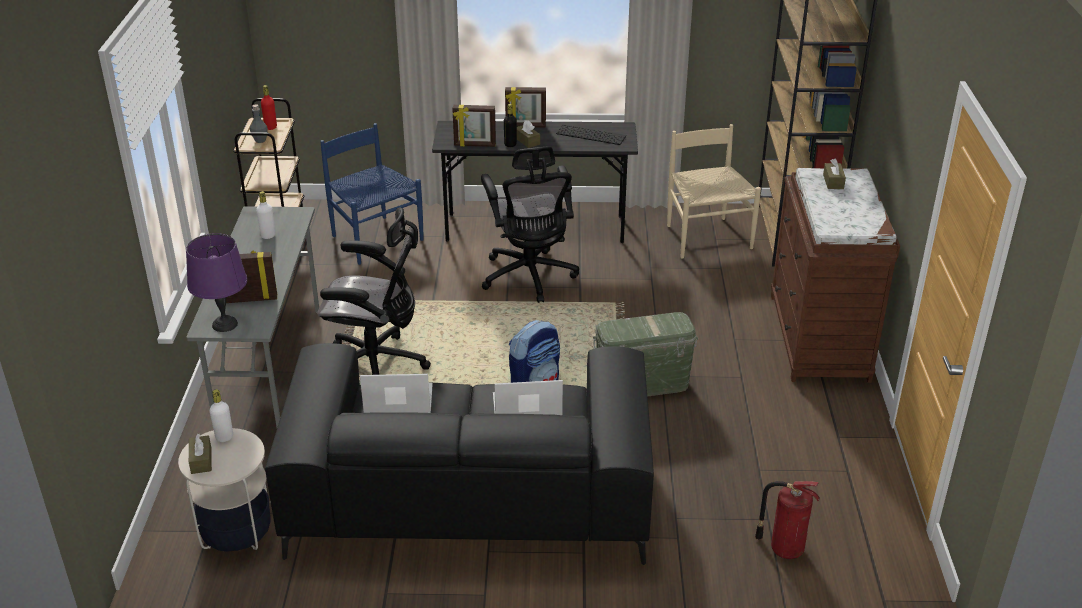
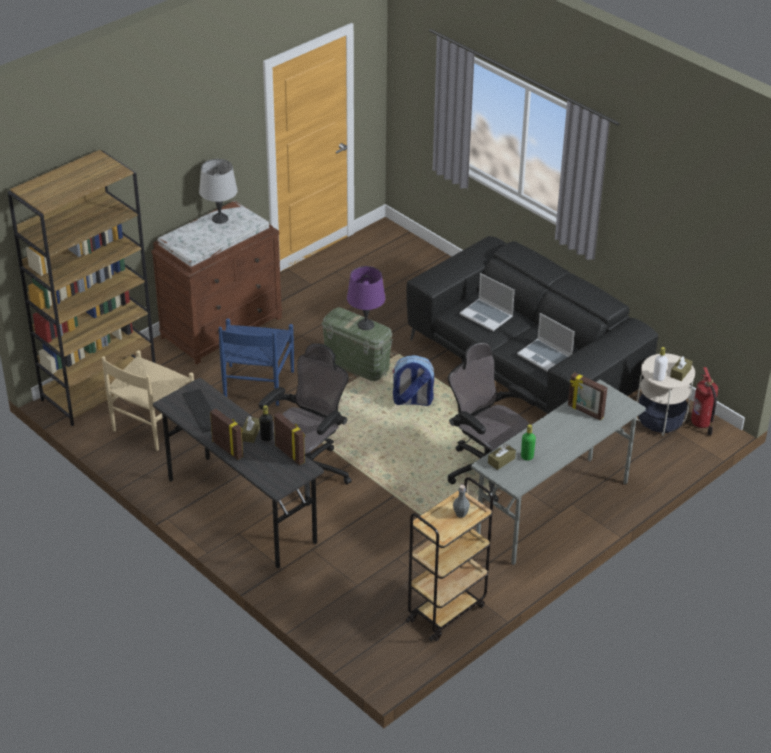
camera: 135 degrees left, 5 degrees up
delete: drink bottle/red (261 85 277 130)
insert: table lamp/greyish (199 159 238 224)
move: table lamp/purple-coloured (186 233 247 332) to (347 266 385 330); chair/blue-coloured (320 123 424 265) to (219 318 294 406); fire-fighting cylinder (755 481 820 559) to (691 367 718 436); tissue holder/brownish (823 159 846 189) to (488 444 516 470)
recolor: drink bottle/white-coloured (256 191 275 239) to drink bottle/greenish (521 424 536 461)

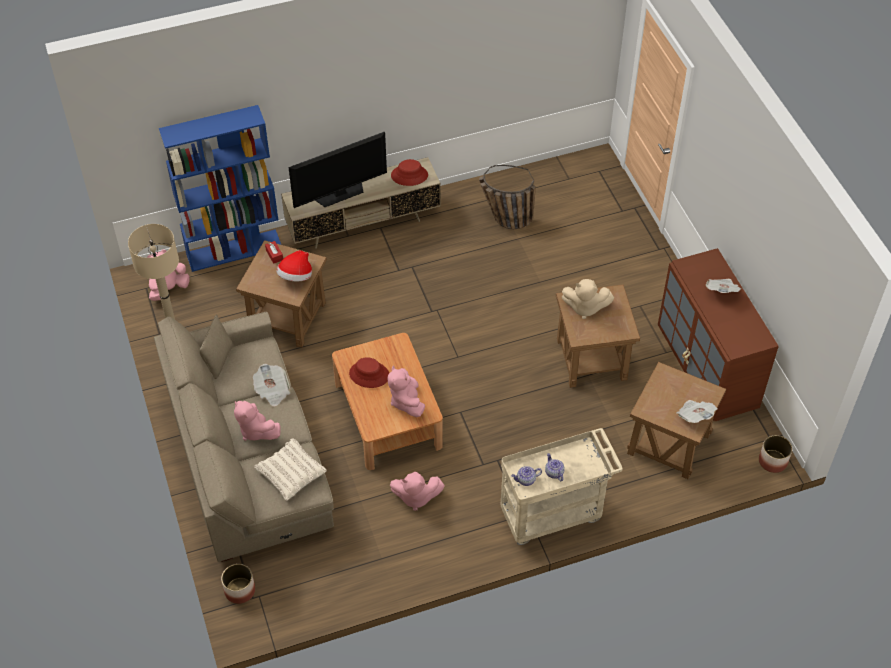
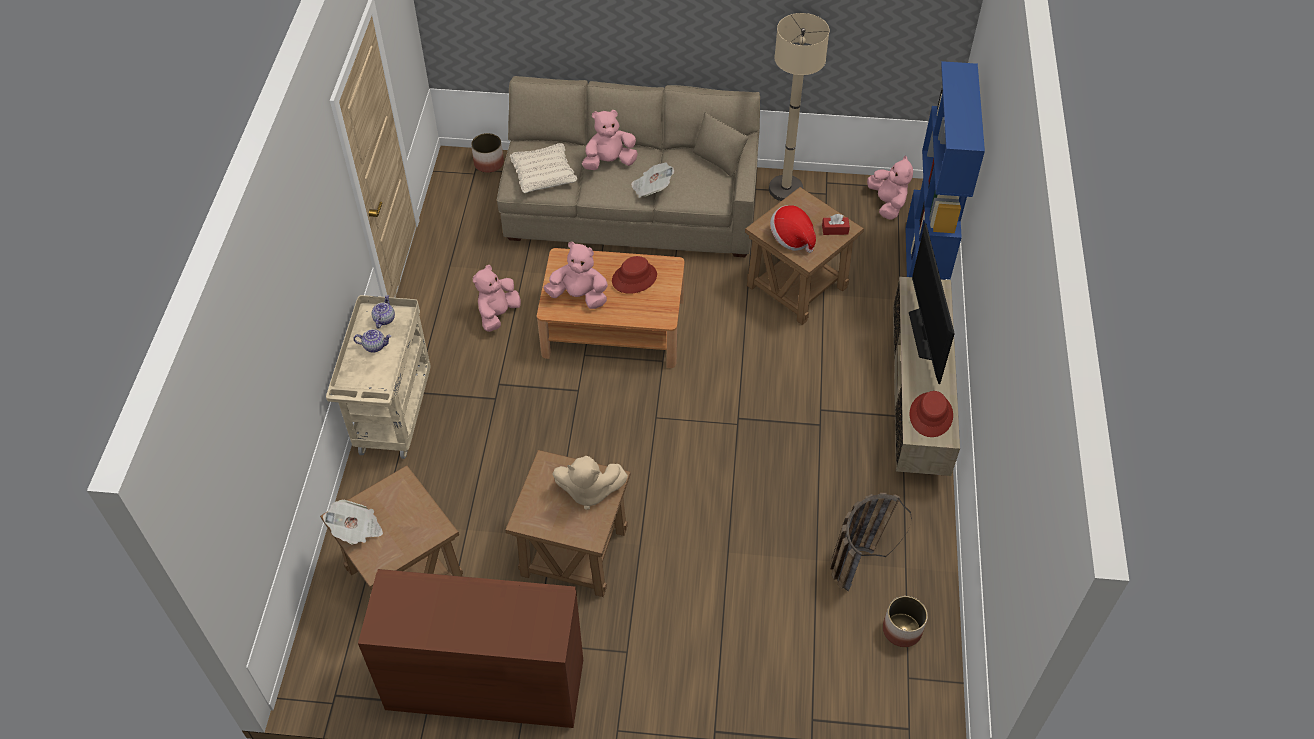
camera: 115 degrees right, 0 degrees up
delete: daily paper (705 279 741 293)
move: flower pot (759 435 792 473) to (883 596 928 647)
rotate: plush toy/sand-coloured (562 279 614 319) = (552 456 628 510) 120 degrees counterclockwise

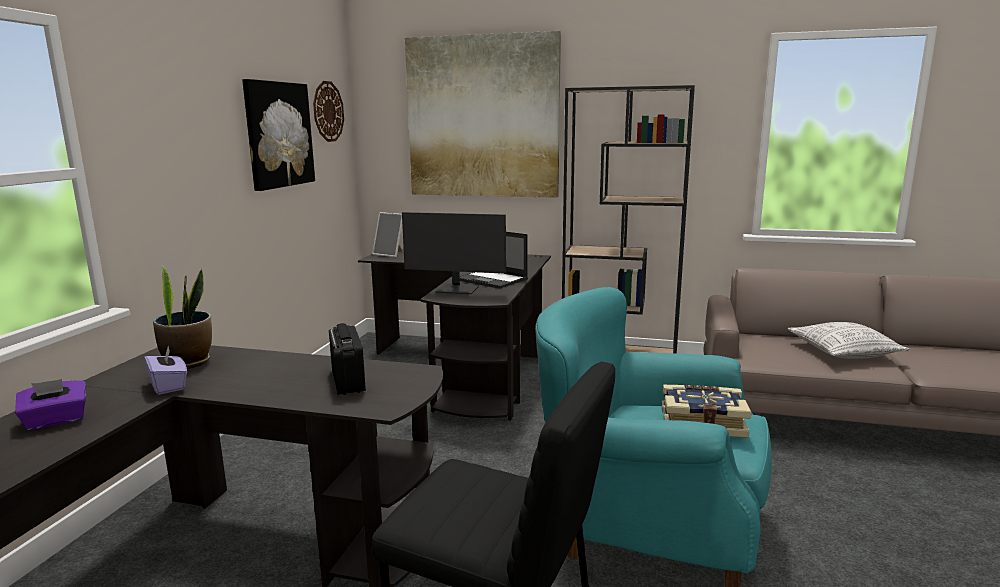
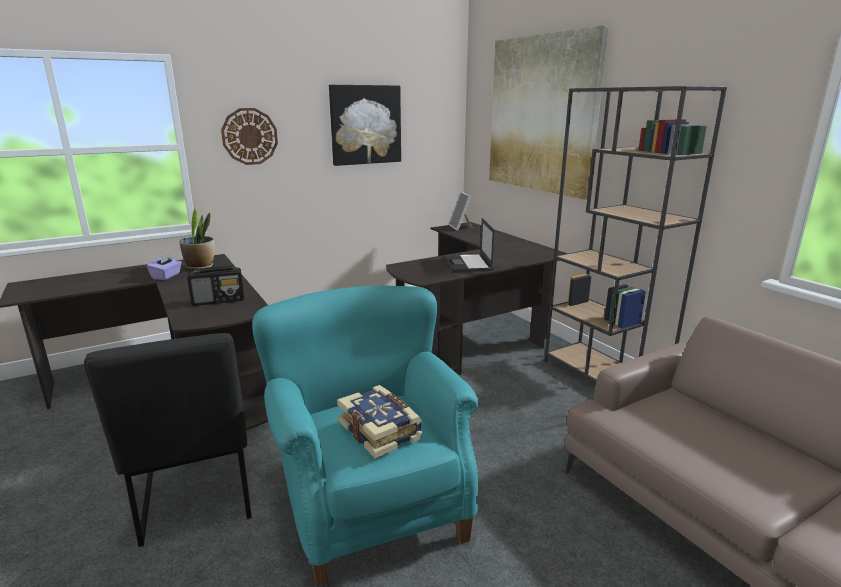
camera: 45 degrees right, 5 degrees up
delete: tissue holder/purple-coloured (15 379 86 430); computer display (402 212 506 294); cushion (788 322 910 359)
move: wall clock (313 81 344 142) to (221 108 278 165)
rotate: radio (329 323 366 395) = (187 266 244 306) 45 degrees clockwise

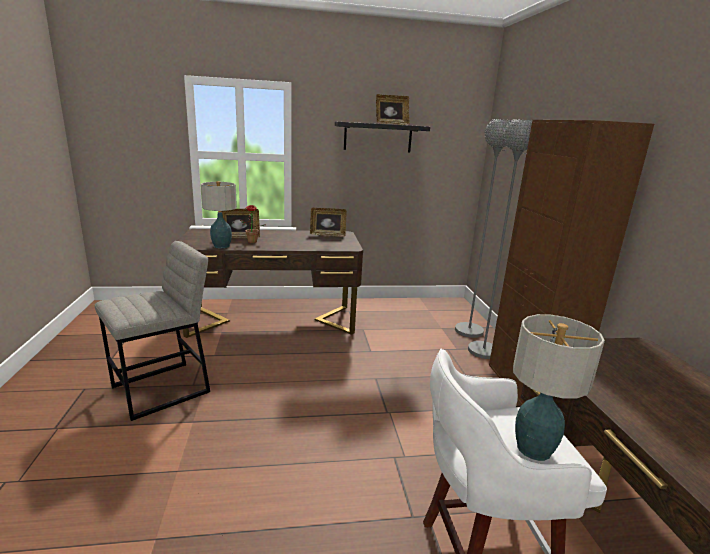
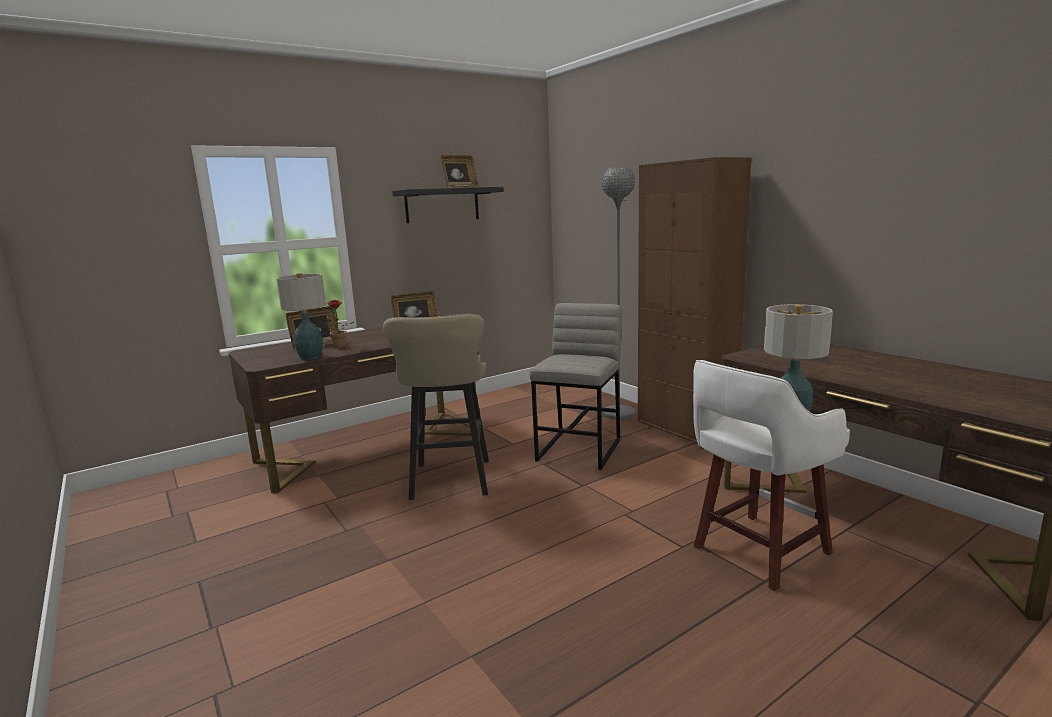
camera: 25 degrees left, 5 degrees down
delete: standing lamp/greyish (455 119 511 338)
insert: stool seat/sand-coloured (383 314 489 500)
move: chair/greyish (95 241 210 421) to (529 303 623 470)

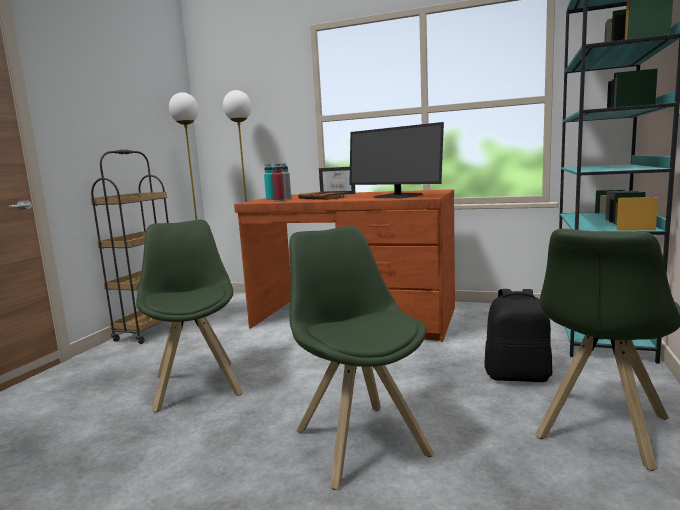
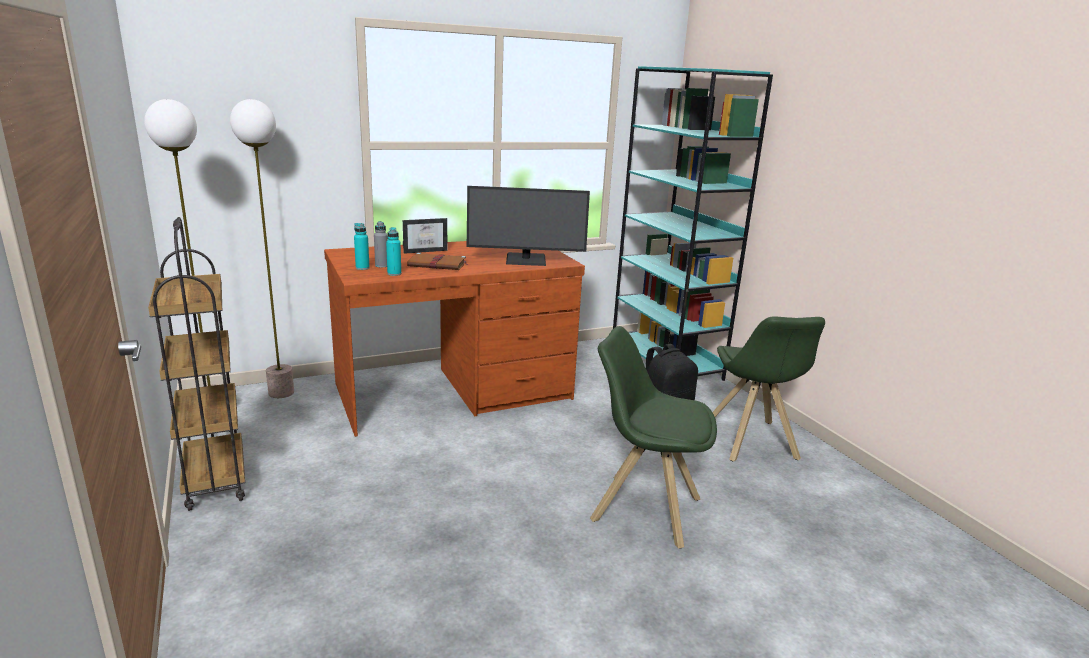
camera: 45 degrees left, 10 degrees up
delete: chair/greenish (136 220 243 412)
recolor: drink bottle/red (272 164 285 201) to drink bottle/turquoise (386 227 401 276)

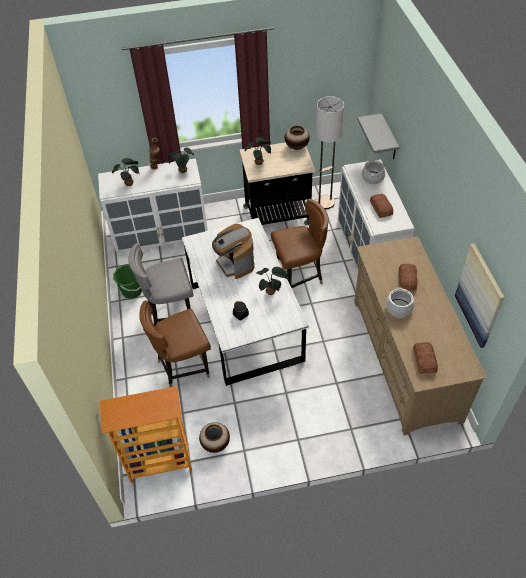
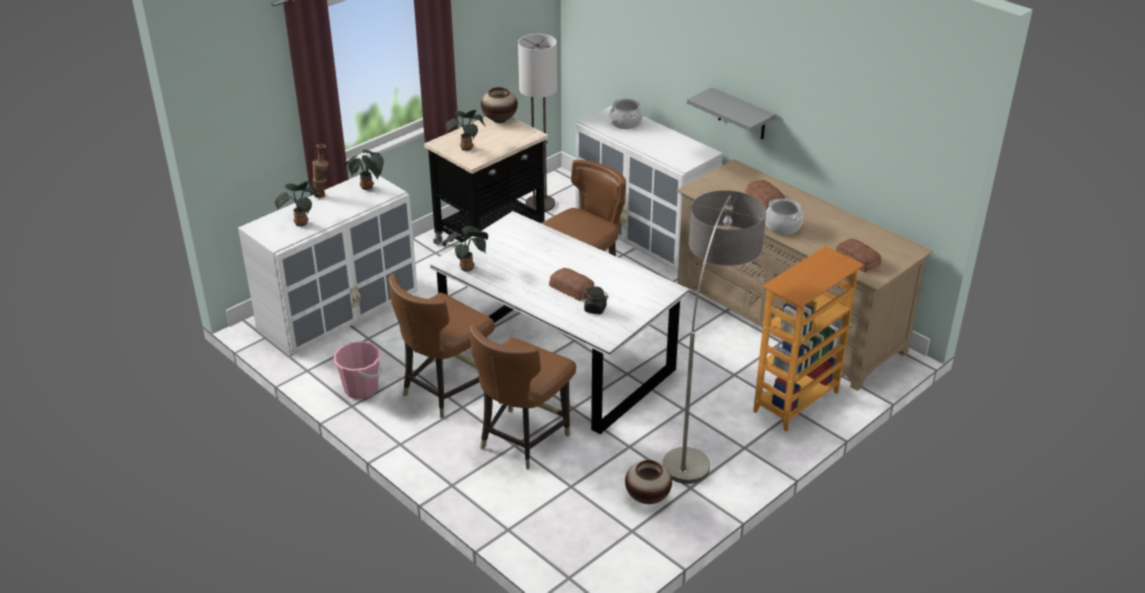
camera: 35 degrees left, 15 degrees down
delete: coffee brewer (212 224 254 279); wall art (455 244 505 348)
insert: standing lamp (663 190 766 484)
move: bookcase (100 386 192 483) to (753 246 864 432); plant in a pot (257 267 289 295) to (442 226 488 272); bracket shelf/greyish (357 114 399 159) to (687 87 776 139); bakery bread (370 194 394 218) to (549 268 595 301)
recolor: pail/greenish (113 264 142 299) to pail/pink (333 341 382 399); chair/greyish (128 243 193 326) to chair/brownish (389 274 495 418)

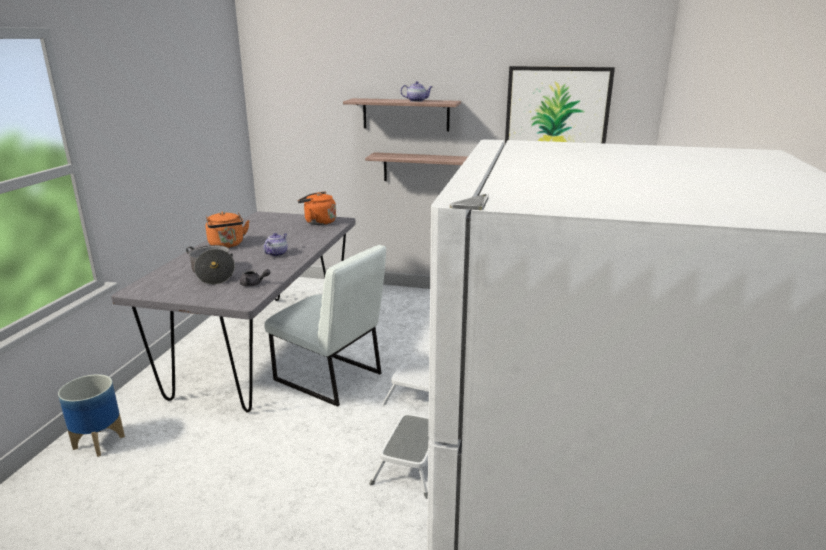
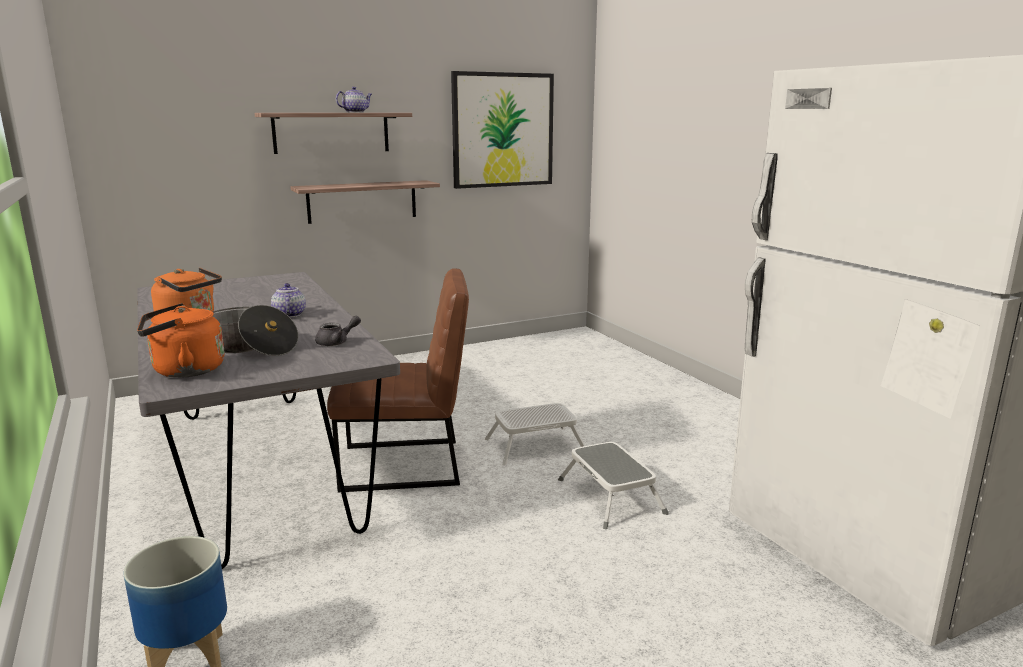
camera: 40 degrees left, 5 degrees down
move: water kettle/orange (298 191 336 225) to (137 303 225 378)
recolor: chair/white-coloured (264 245 386 407) to chair/brownish (327 268 469 493)

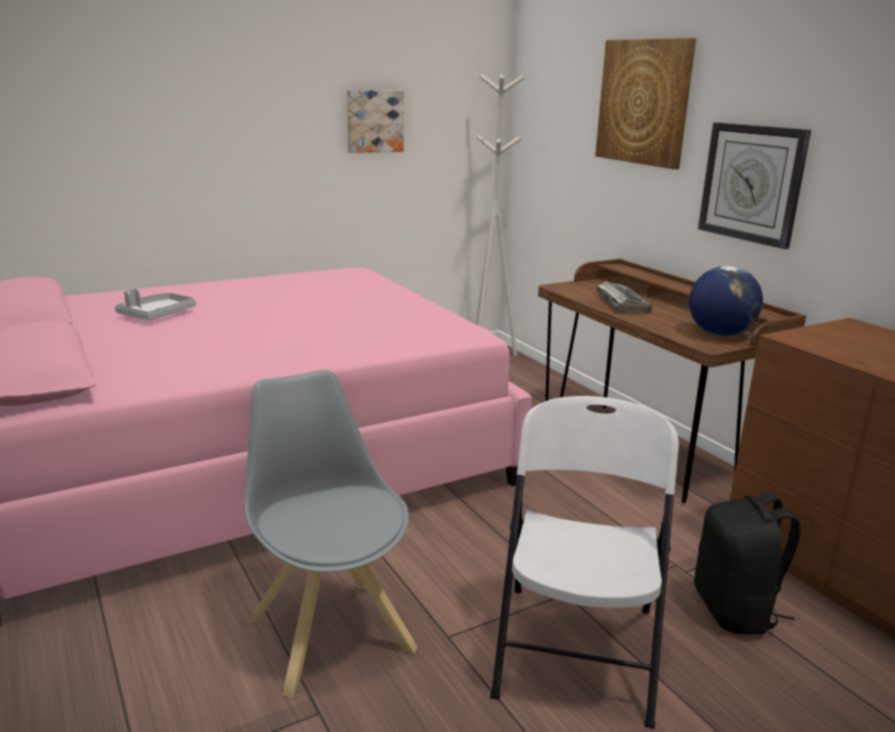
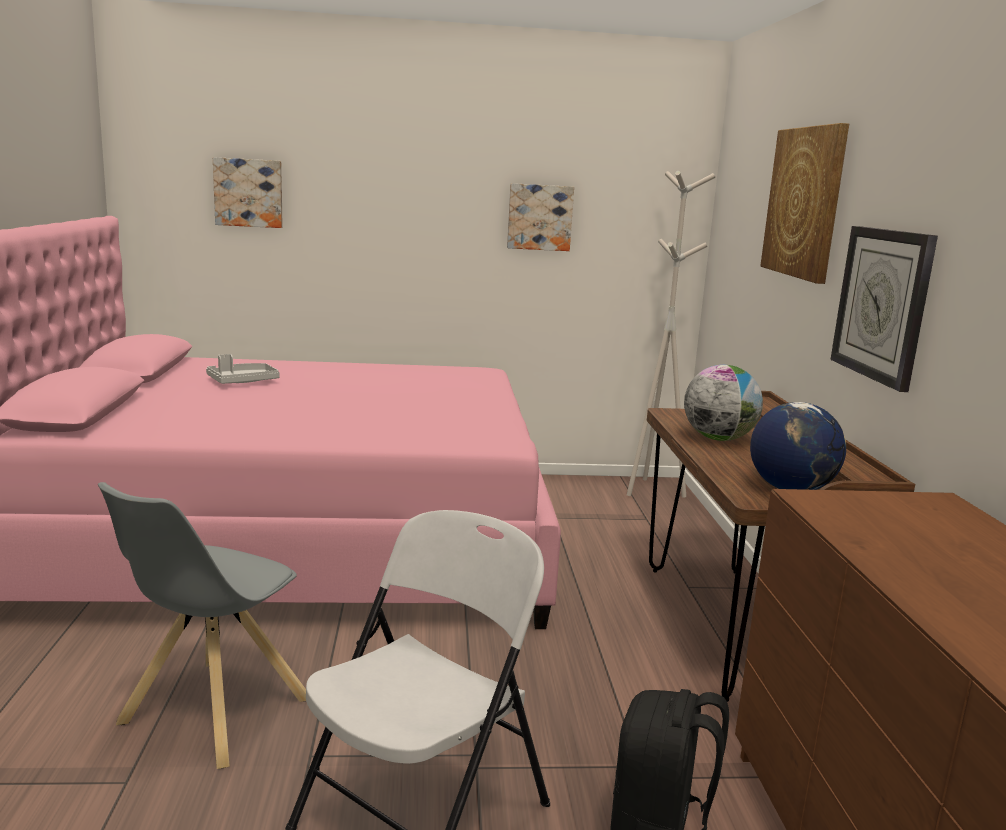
camera: 25 degrees right, 5 degrees down
insert: wall art (213 157 283 228)
replace: computer keyboard (596 281 652 313) to world globe (684 365 763 441)
rotate: chair/greyish (245 370 418 698) = (98 482 306 769) 150 degrees counterclockwise

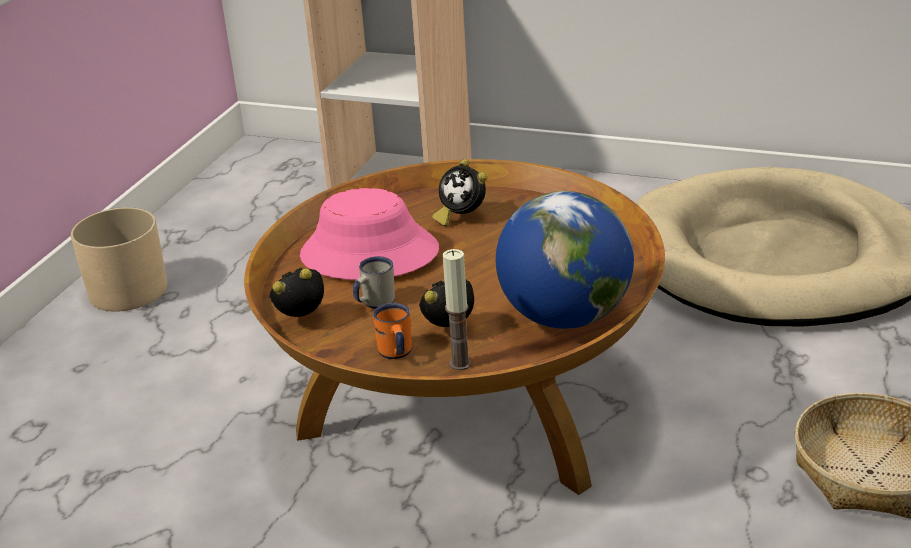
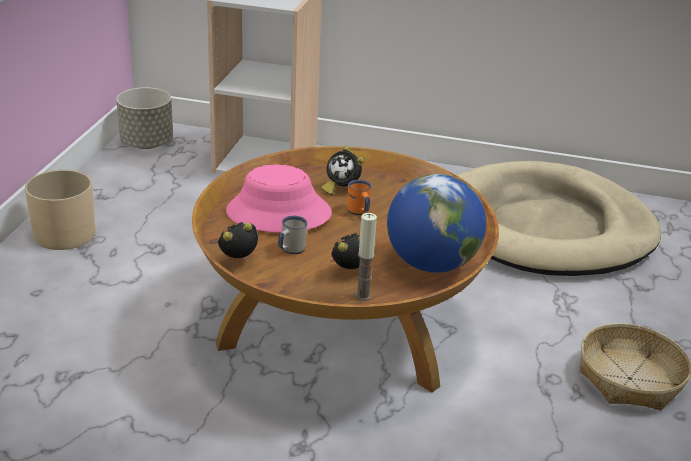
camera: 10 degrees left, 0 degrees up
insert: flower pot/greyish (116 87 173 149)
move: mug/orange (373 303 412 359) to (348 180 372 215)

